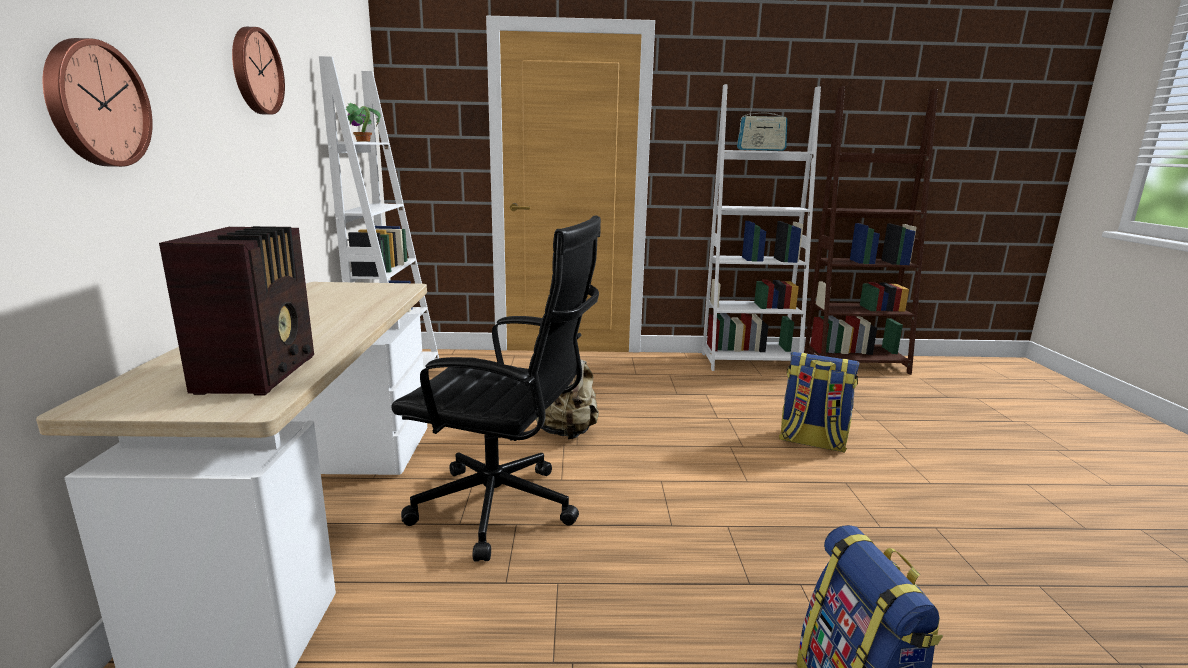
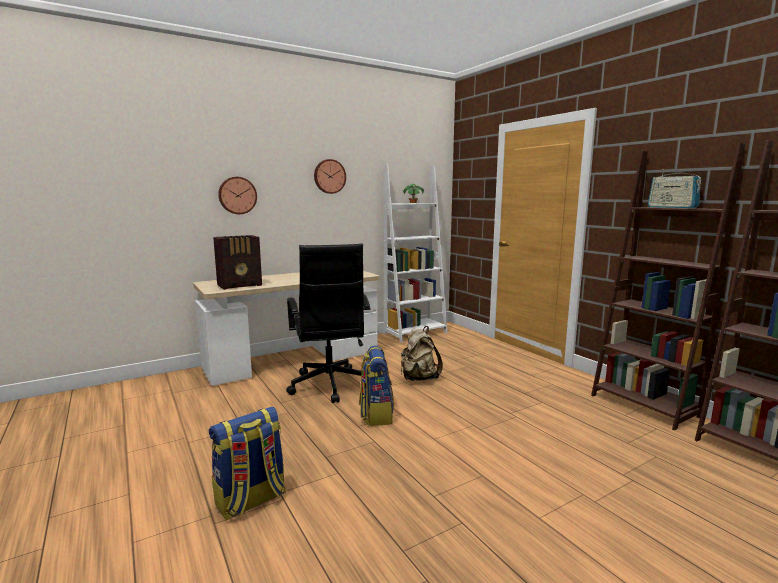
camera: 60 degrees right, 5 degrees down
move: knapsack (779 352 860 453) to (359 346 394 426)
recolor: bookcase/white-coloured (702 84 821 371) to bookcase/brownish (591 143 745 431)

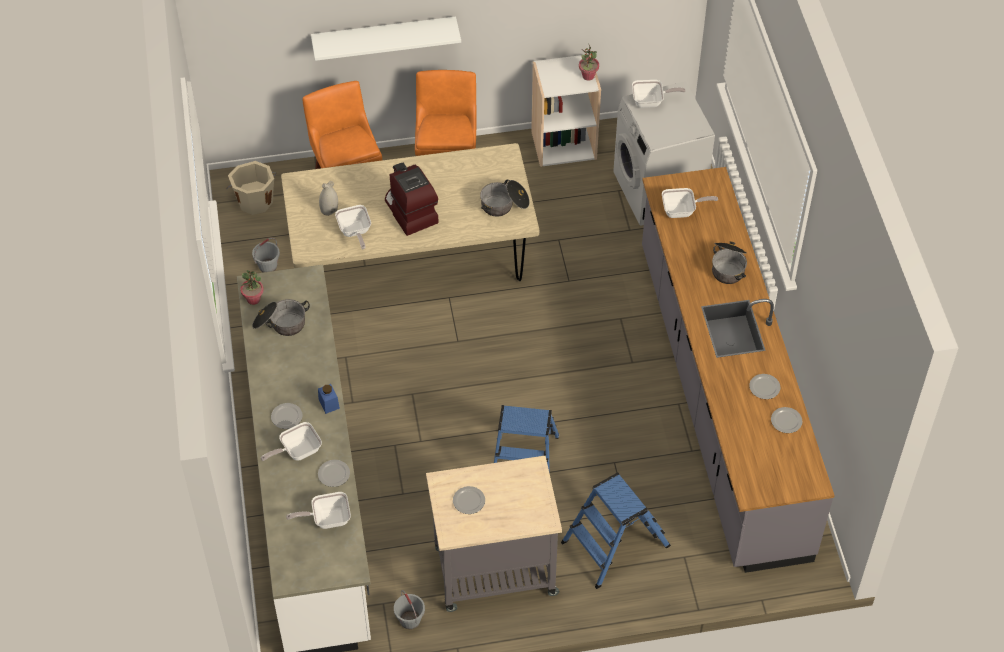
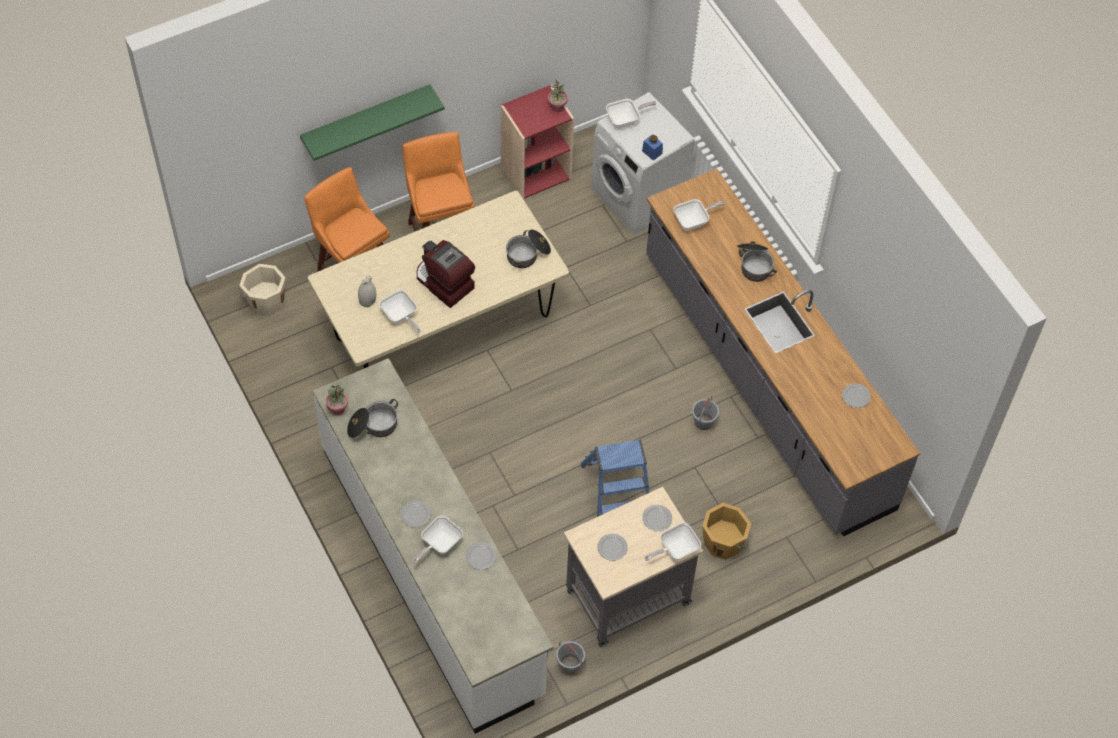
camera: 20 degrees left, 5 degrees up
move: pail/greyish (252 238 280 273) to (692 395 719 430); frying pan (286 492 351 529) to (645 523 701 561); preserve jar/blue-coloured (318 384 340 414) to (642 135 663 161); flat dish (749 374 780 399) to (642 505 672 531)
replace: stepladder/blue-coloured (561 472 671 589) to pail/orange (703 503 751 560)
recolor: bracket shelf/white-coloured (311 16 461 61) to bracket shelf/greenish (300 84 445 161); bookcase/white-coloured (531 54 601 167) to bookcase/red (500 85 574 199)

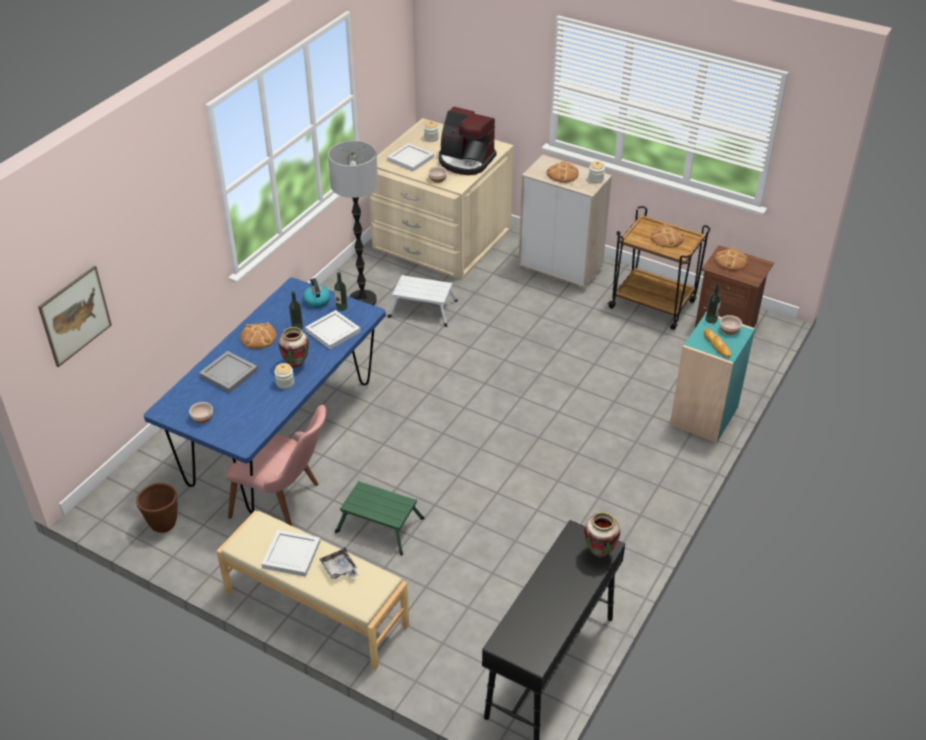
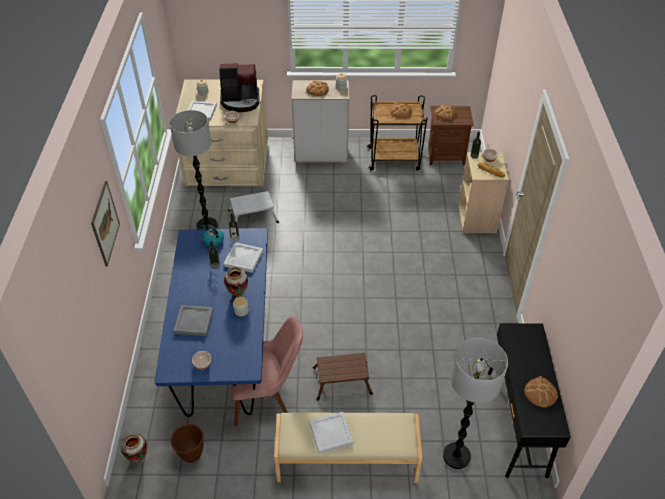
camera: 30 degrees left, 5 degrees up
delete: carrying tray/greyish (319 547 359 579)
insert: standing lamp (443 338 508 469)
move: wall art (38 265 112 367) to (91 181 120 267); bakery bread (240 323 277 349) to (524 376 558 408); decorative vase (584 512 620 557) to (121 434 147 462)
recolor: stepladder/greenish (335 481 425 556) to stepladder/brownish (313 353 373 401); bookcase/turquoise (670 313 755 443) to bookcase/sand-coloured (458 152 509 233)

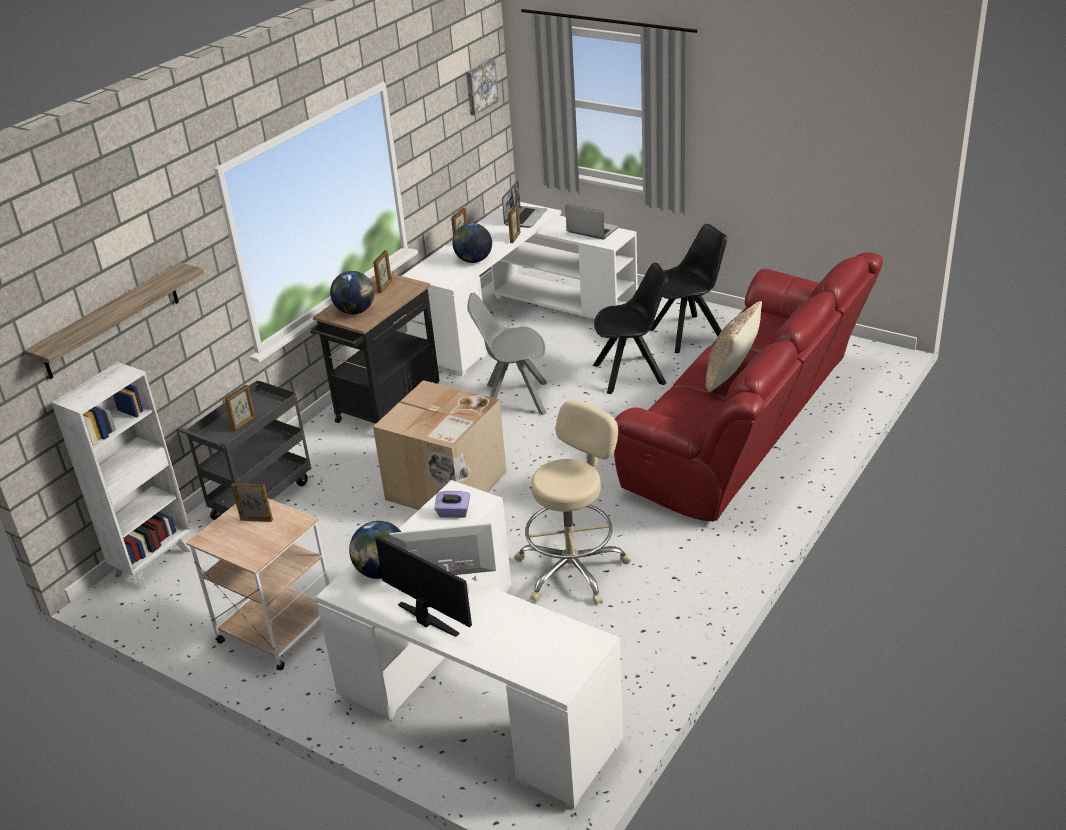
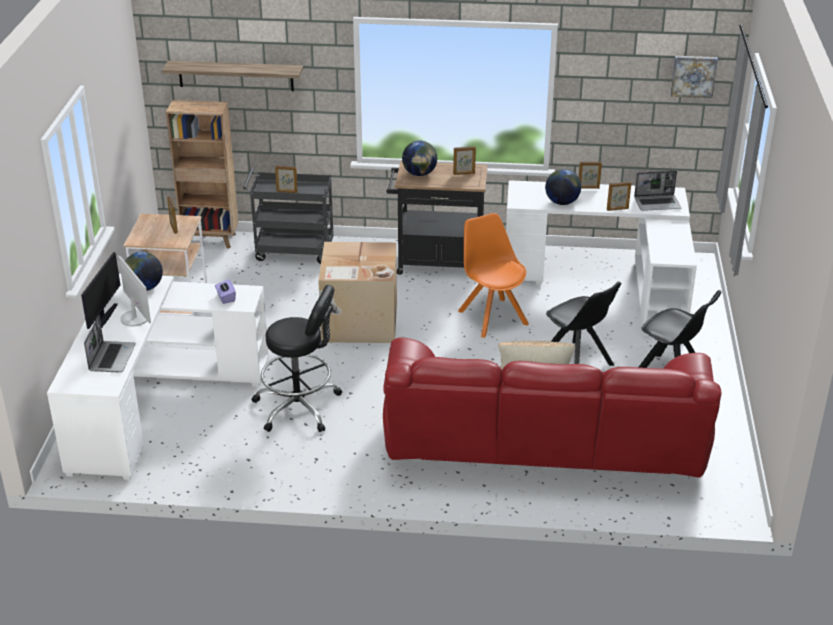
camera: 60 degrees right, 0 degrees up
move: notebook computer (565 204 619 240) to (84 315 136 372)
recolor: bookcase/white-coloured (51 362 191 589) to bookcase/brownish (166 100 239 249); chair/greyish (467 293 547 415) to chair/orange (458 213 529 338); stool seat/sand-coloured (514 400 631 604) to stool seat/black (251 285 342 432)

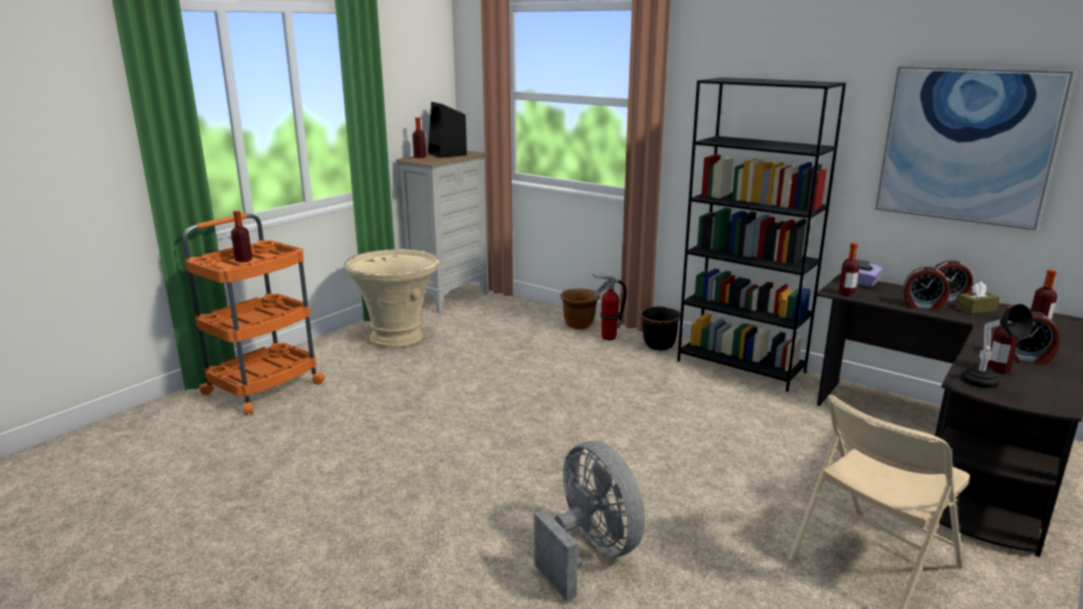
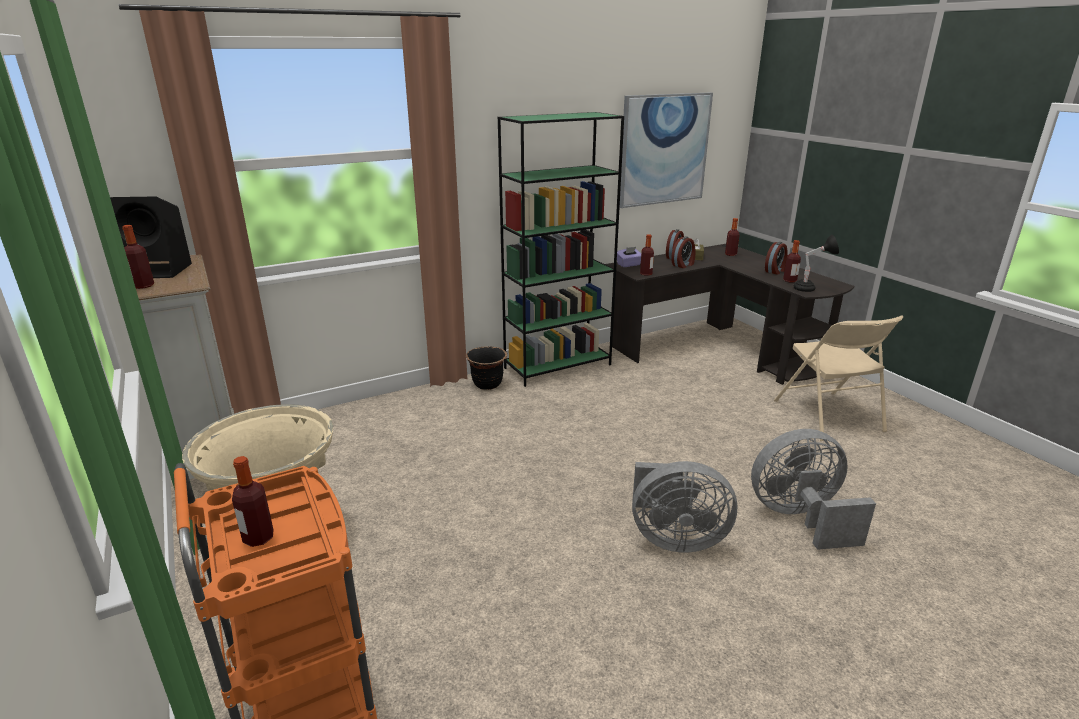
camera: 65 degrees left, 5 degrees up
delete: flower pot/brownish (560 288 600 329); fire-fighting cylinder (592 274 627 340)
insert: cooling fan/greyish (632 461 737 552)
recolor: bookcase/black (677 77 846 392) to bookcase/greenish (498 112 624 387)

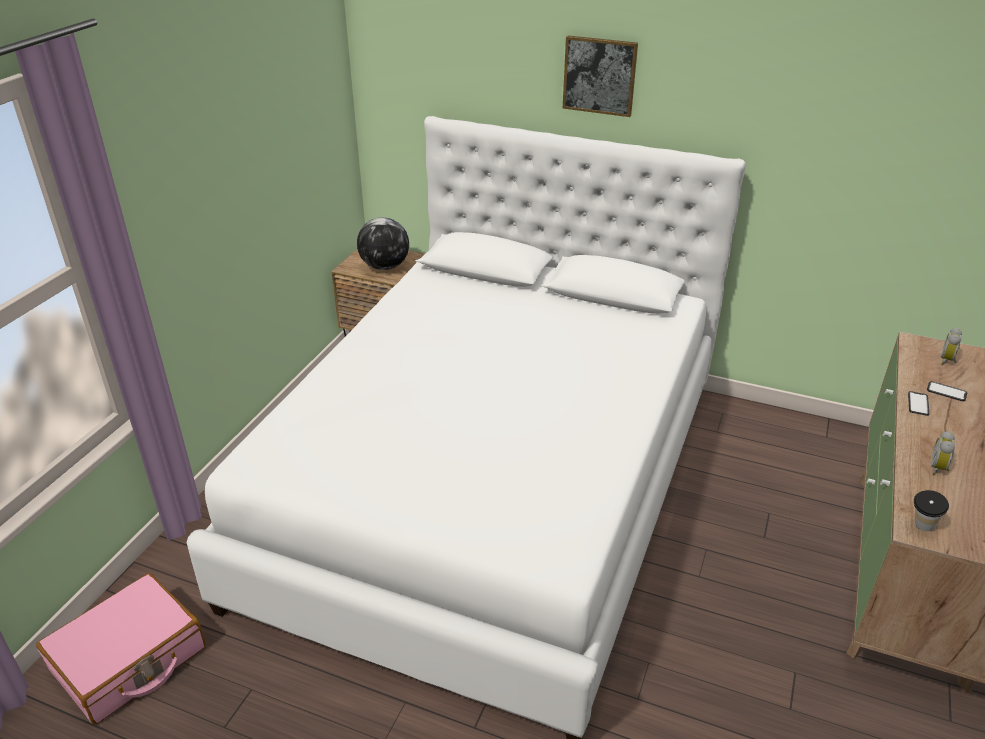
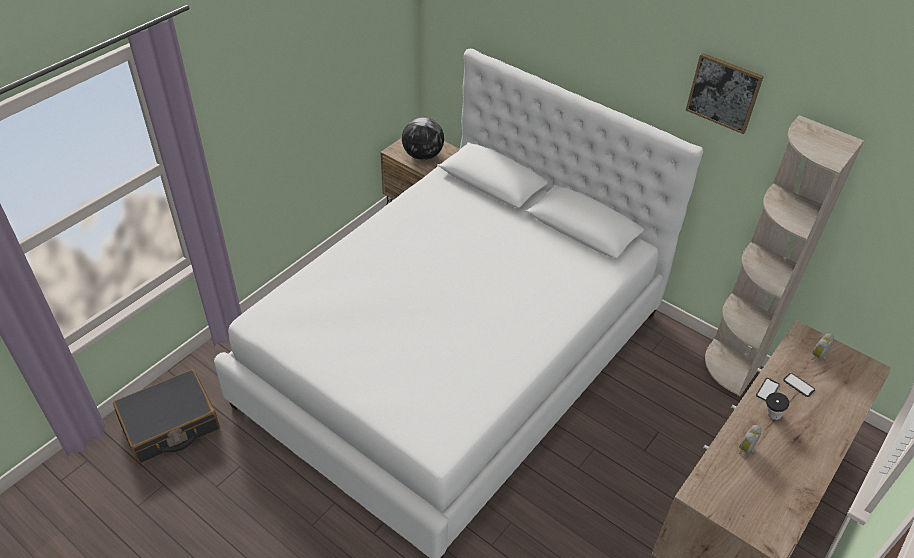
camera: 15 degrees right, 10 degrees up
insert: bookcase/sand-coloured (705 115 864 396)
move: wall art (563 35 638 117) to (686 53 764 134); cup (914 490 949 531) to (766 392 789 420)
recolor: piece of luggage/pink (36 573 206 725) to piece of luggage/black (113 369 220 463)

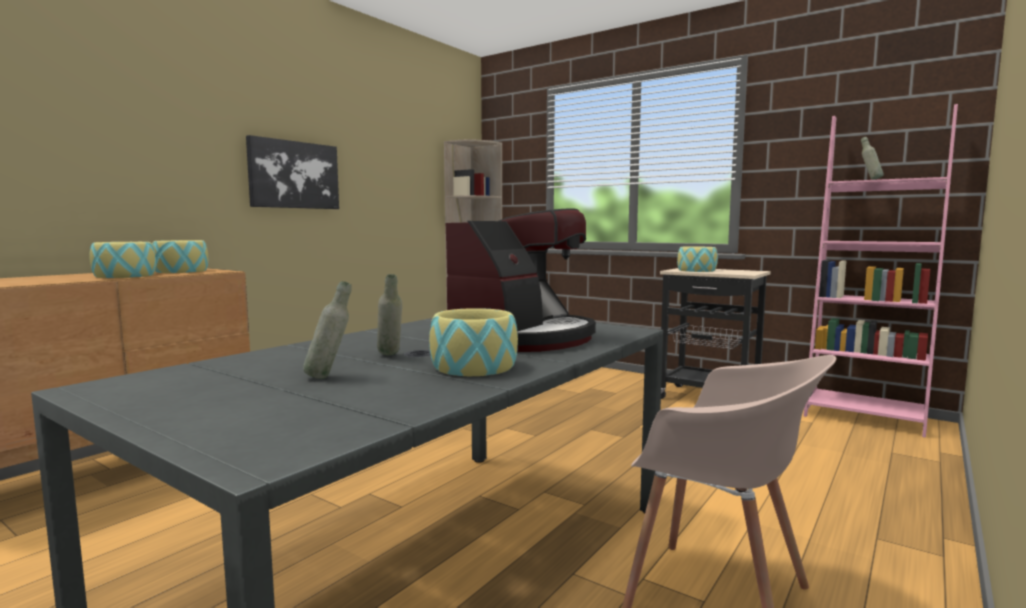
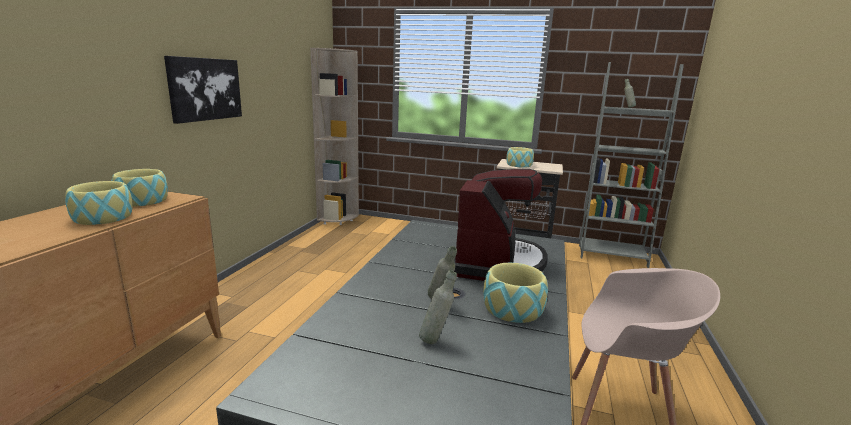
camera: 20 degrees left, 10 degrees up
recolor: bookcase/pink (804 104 958 438) to bookcase/greyish (579 62 684 268)

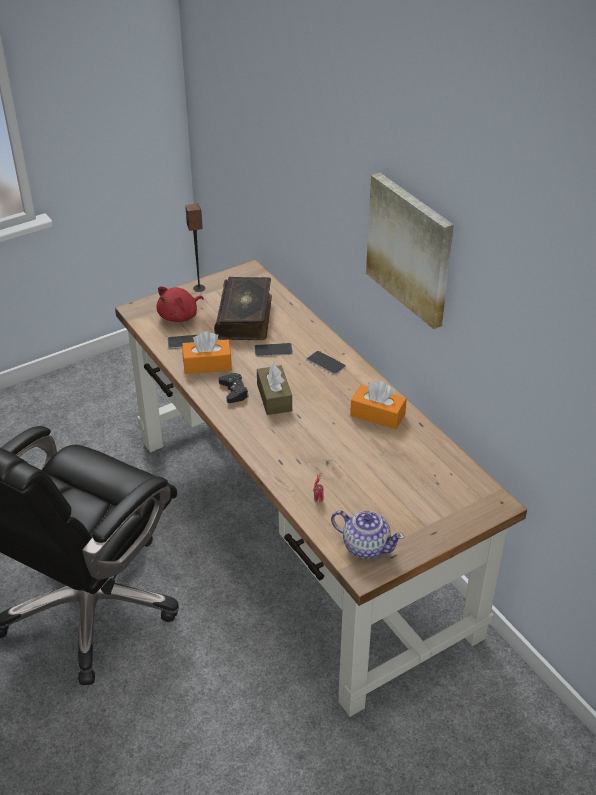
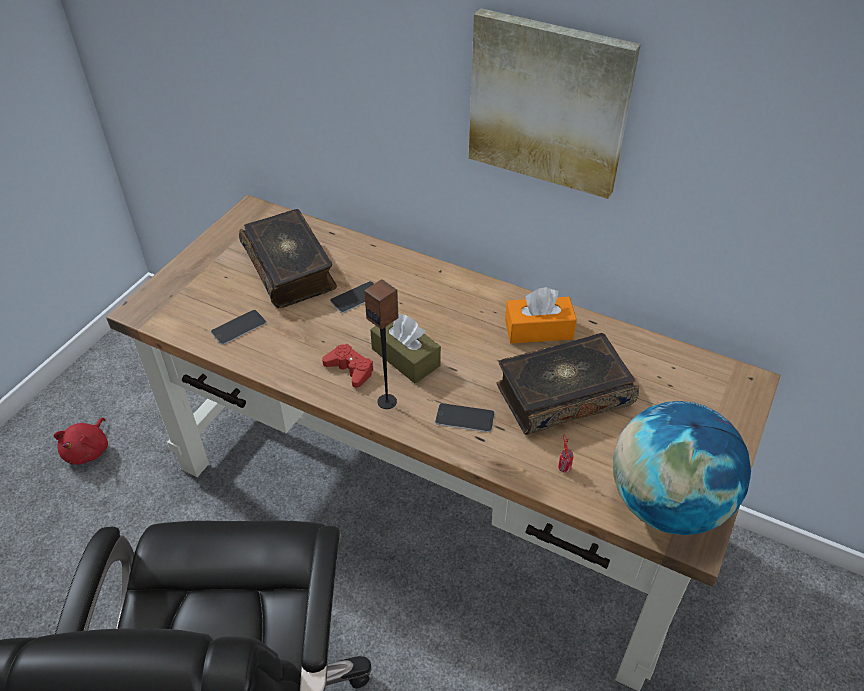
camera: 30 degrees left, 5 degrees up
delete: tissue holder/orange (182 331 232 374)
insert: volume (496 333 639 435)
move: plush toy/red (156 286 204 322) to (54 418 108 465); audio speaker (185 203 205 292) to (364 279 399 409); telephone (307 351 346 375) to (435 403 495 432)
replace: teapot (331 510 405 559) to world globe (613 401 751 535)
recolor: gamepad/black (219 373 249 403) to gamepad/red (322 344 374 388)

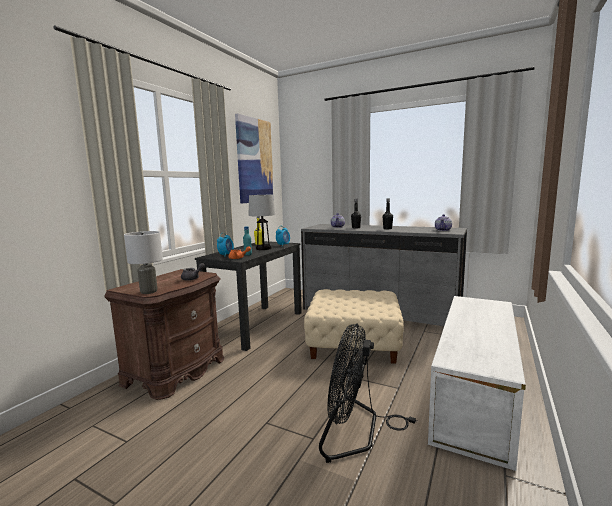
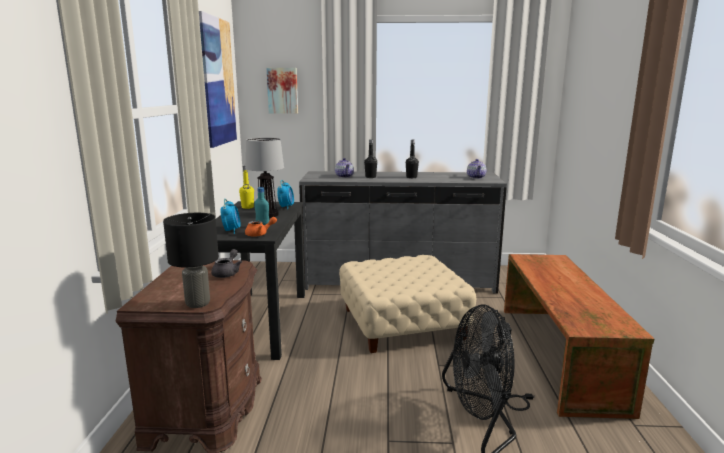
camera: 25 degrees left, 5 degrees up
insert: wall art (267 68 298 114)
recolor: table lamp/white-coloured (124 231 163 294) to table lamp/black (163 213 219 308); bench/white-coloured (428 296 526 471) to bench/brownish (504 254 654 419)

